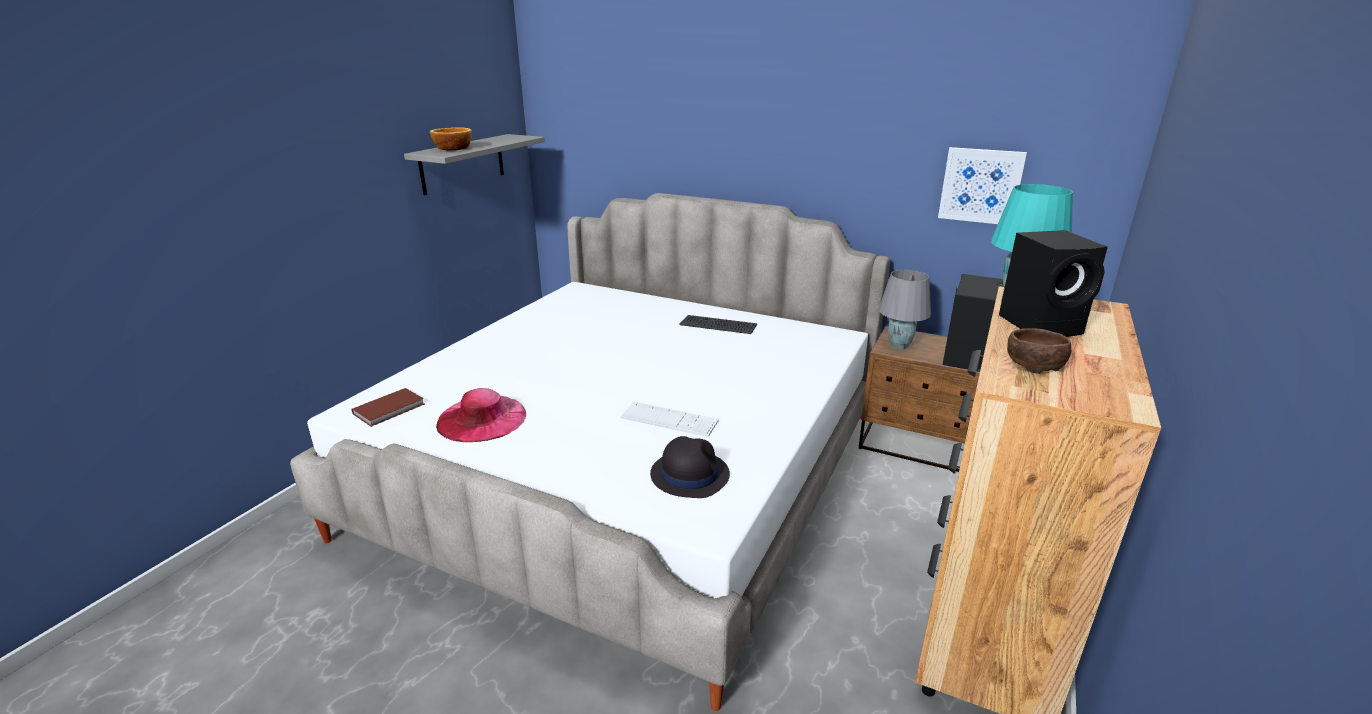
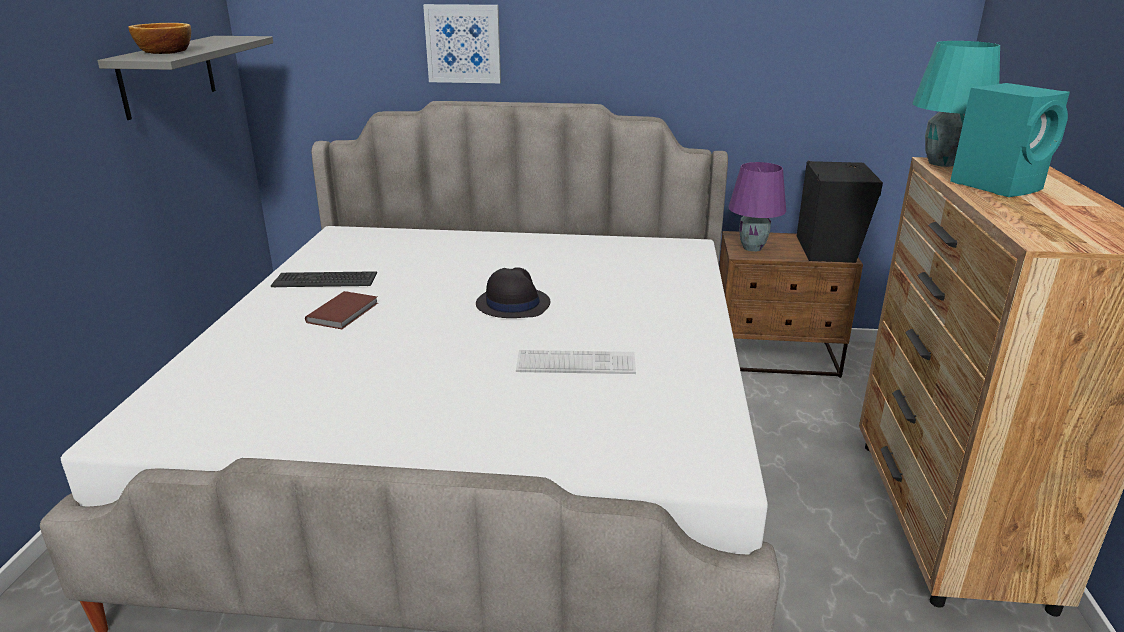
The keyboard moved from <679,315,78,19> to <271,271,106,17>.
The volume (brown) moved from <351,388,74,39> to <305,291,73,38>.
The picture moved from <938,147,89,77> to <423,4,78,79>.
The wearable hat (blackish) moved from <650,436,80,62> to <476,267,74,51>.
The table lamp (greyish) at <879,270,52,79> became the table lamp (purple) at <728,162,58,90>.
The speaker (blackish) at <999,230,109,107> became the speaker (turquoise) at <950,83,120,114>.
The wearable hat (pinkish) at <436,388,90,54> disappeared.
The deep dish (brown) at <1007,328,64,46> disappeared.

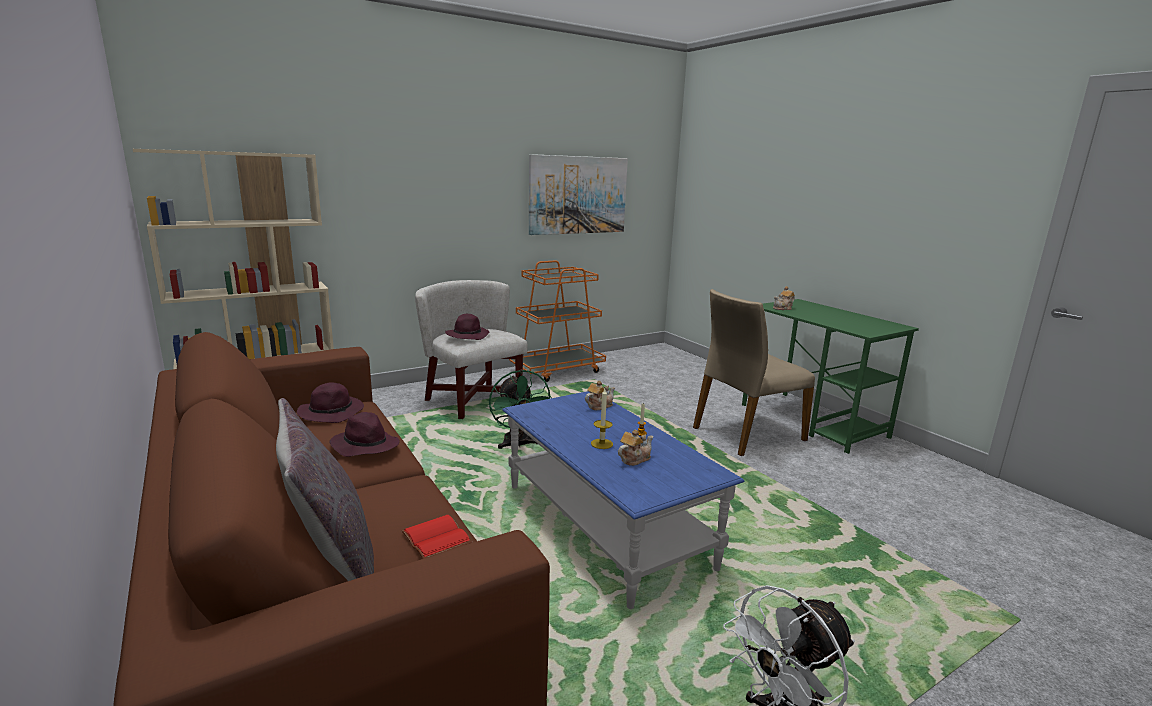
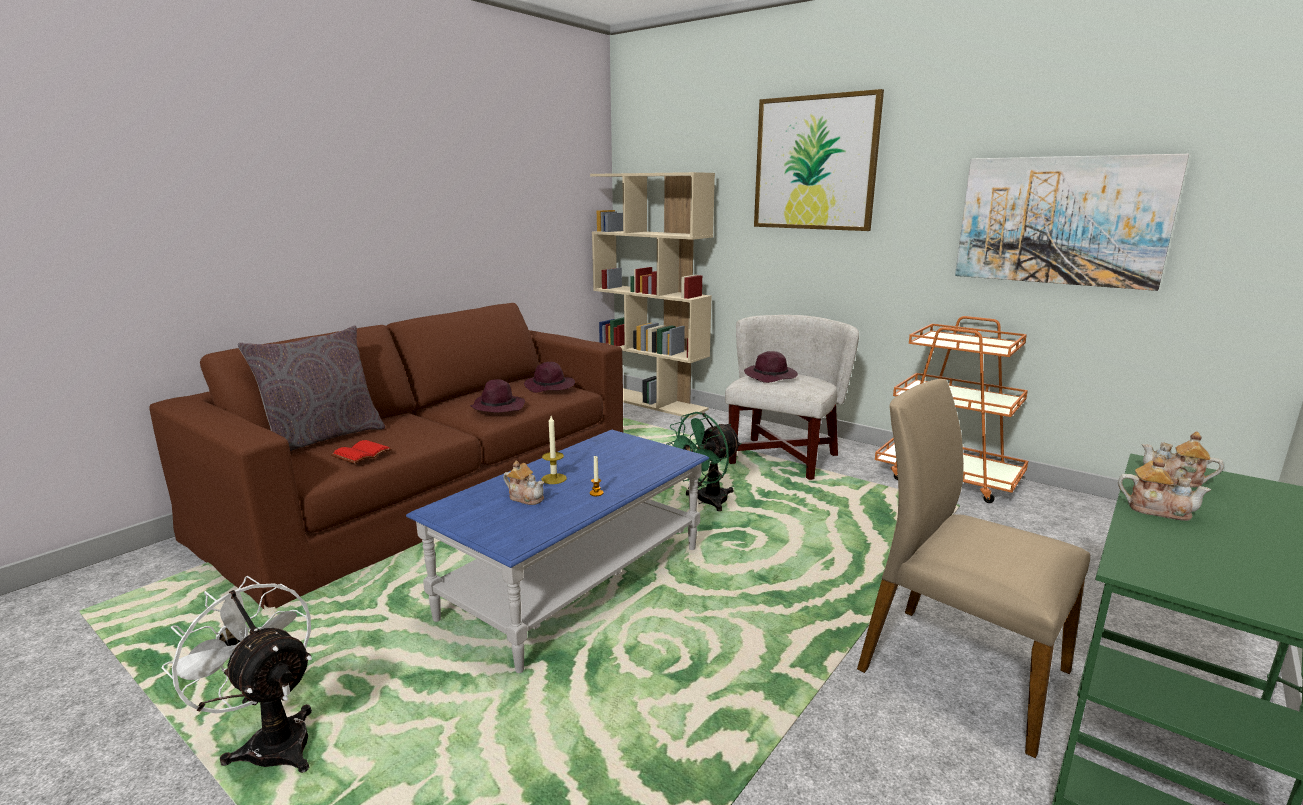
The picture at <754,89,130,142> appeared.
The teapot moved from <585,381,30,29> to <1118,457,94,64>.

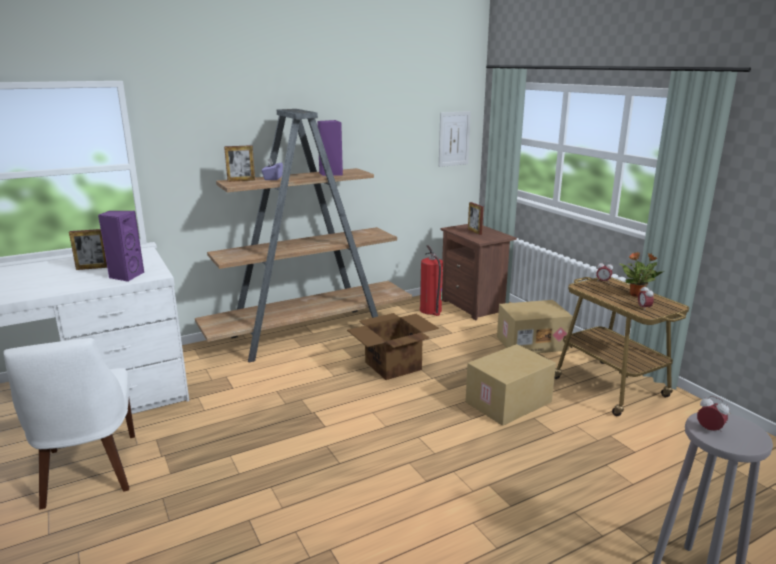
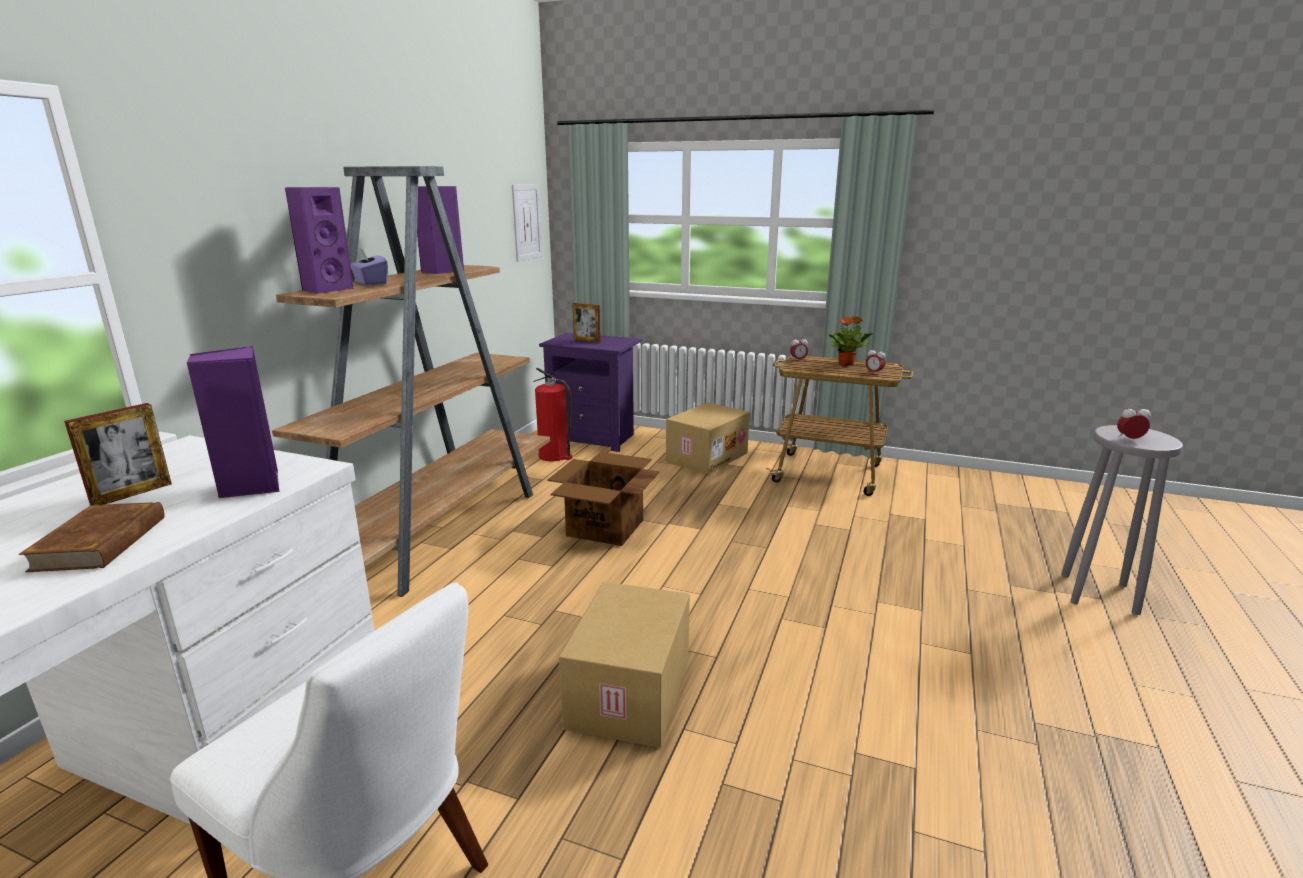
The volume (brown) at <19,502,146,70> appeared.
The photo frame at <224,145,31,37> was replaced by the speaker (purple) at <285,187,69,107>.
The night table (brown) at <440,224,77,96> became the night table (purple) at <539,333,103,119>.
The packing box moved from <465,344,91,82> to <559,582,131,166>.

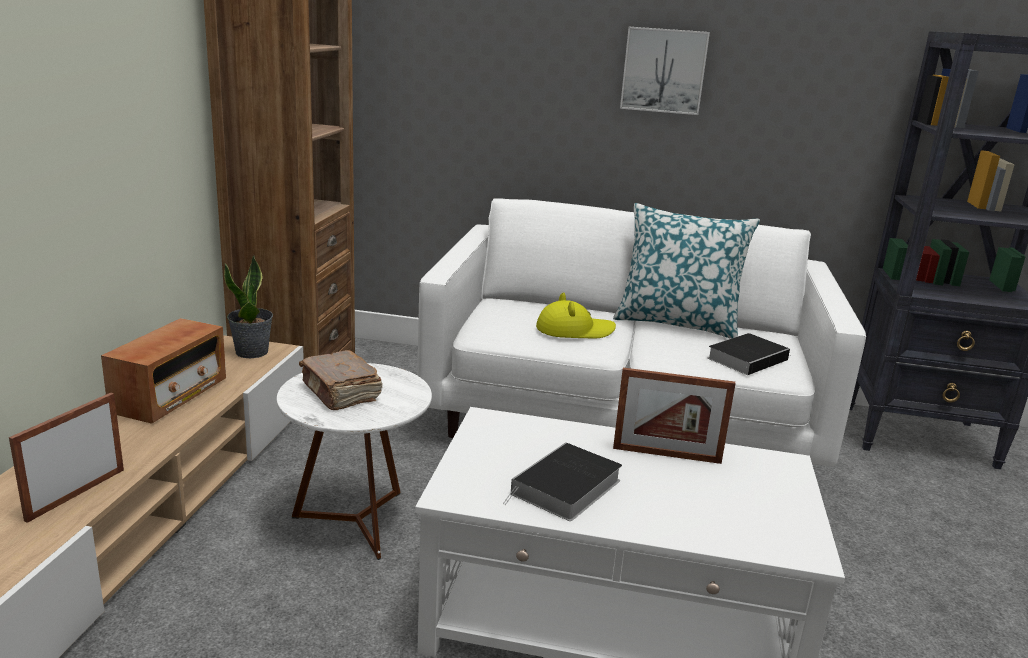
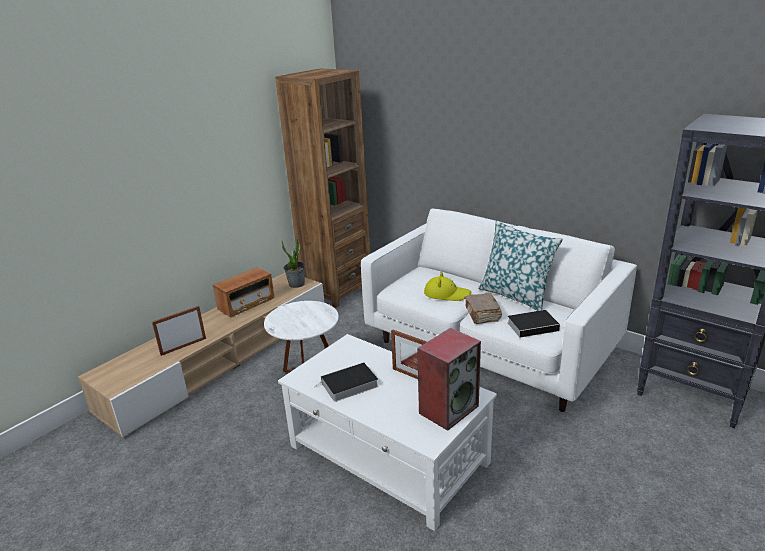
The speaker at <417,328,64,103> appeared.
The volume (brown) moved from <299,350,84,60> to <464,293,38,31>.
The picture at <620,27,90,88> disappeared.

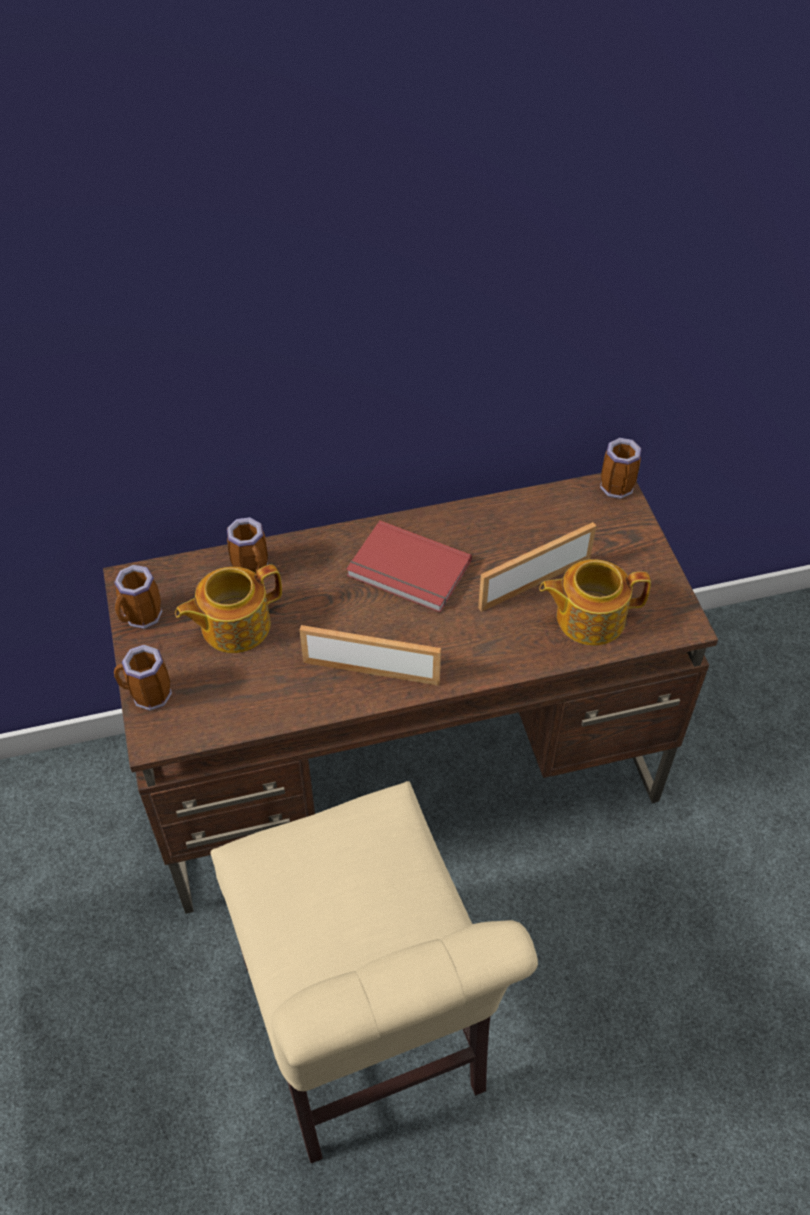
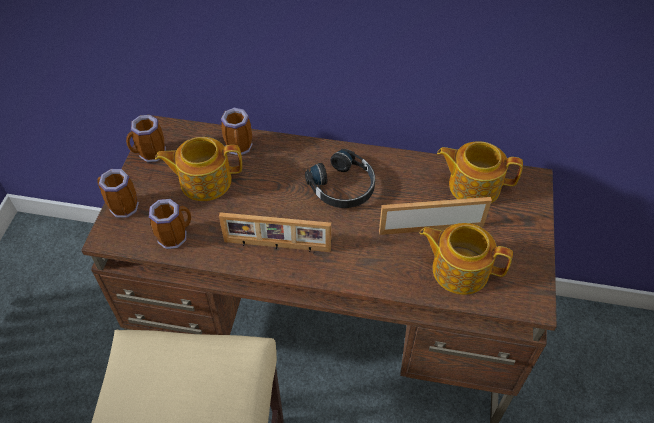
The tea mug moved from <600,438,42,61> to <149,199,42,50>.
The photo frame at <300,625,141,61> turned 150 degrees clockwise.
The volume (red) at <346,520,126,93> was replaced by the headphones (blackish) at <305,149,70,59>.
The teapot at <437,141,86,62> appeared.

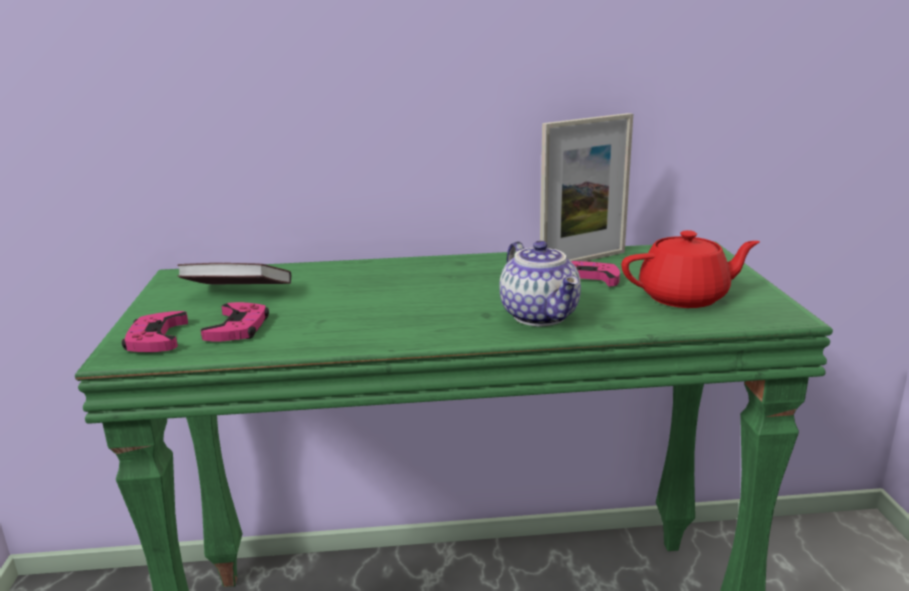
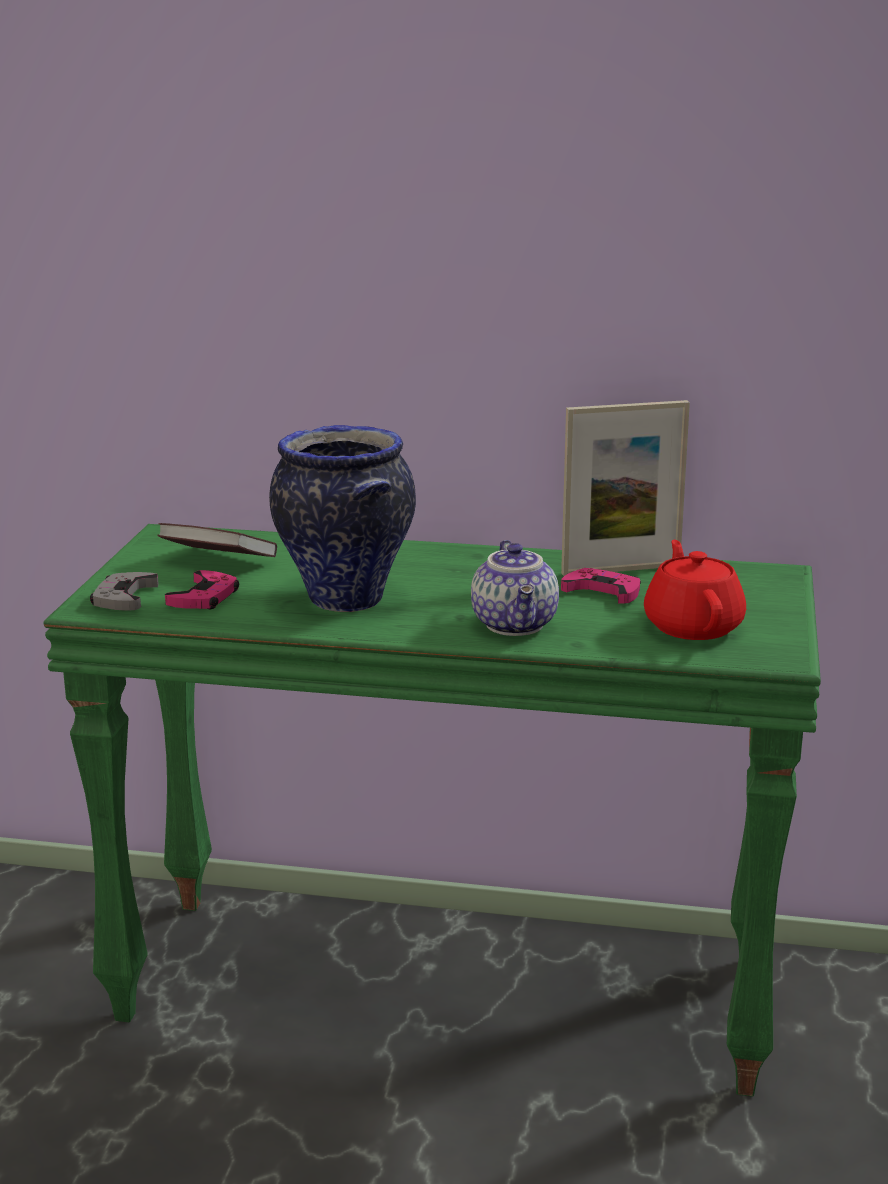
The joypad (pinkish) at <122,311,66,41> became the joypad (greyish) at <90,572,68,38>.
The decorative vase at <269,425,147,187> appeared.
The teapot (red) at <621,230,139,78> turned 105 degrees counterclockwise.

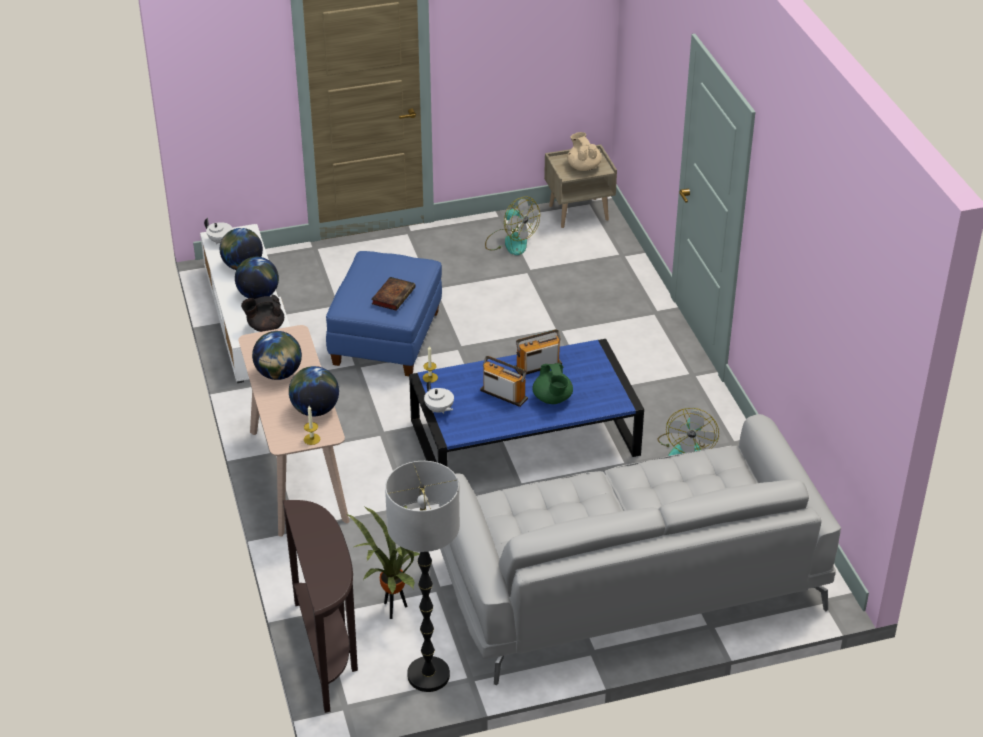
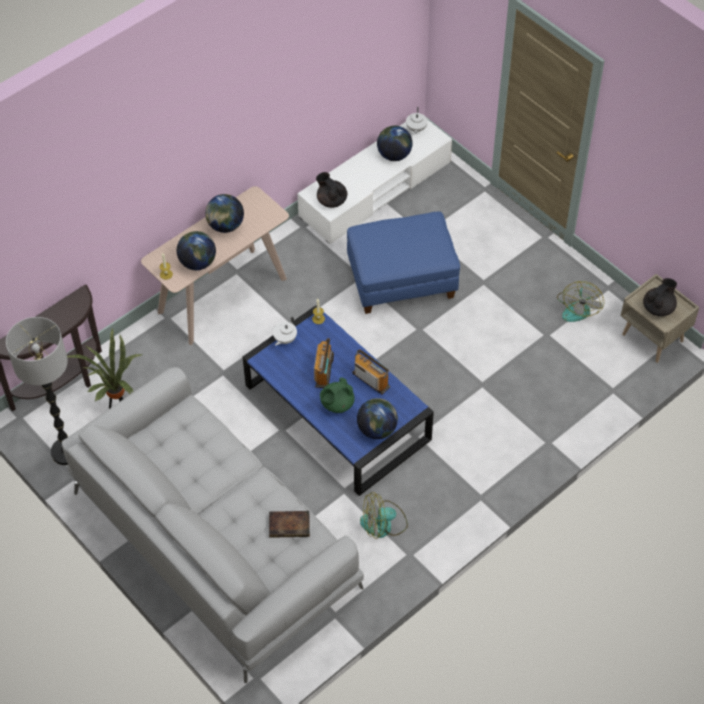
The volume moved from <371,277,44,34> to <269,511,41,27>.
The world globe moved from <235,257,44,42> to <357,398,41,41>.
The teapot (beige) at <567,132,35,39> became the teapot (blackish) at <643,278,34,38>.

